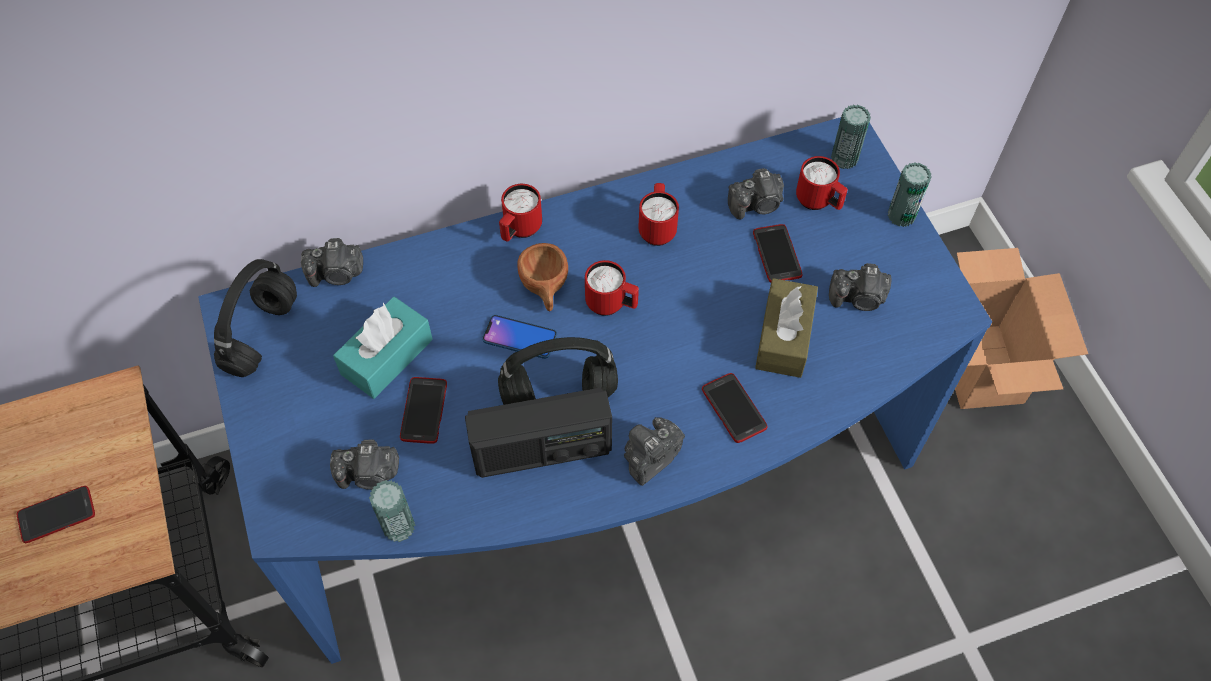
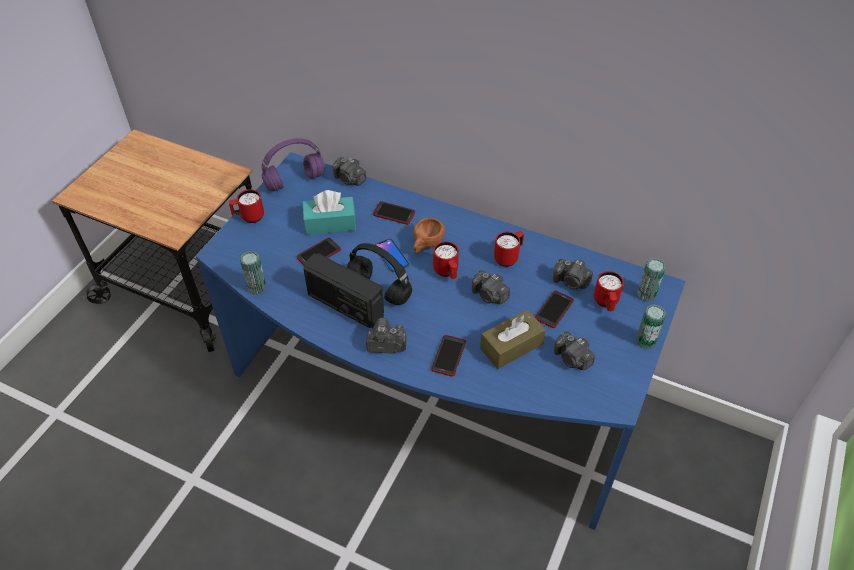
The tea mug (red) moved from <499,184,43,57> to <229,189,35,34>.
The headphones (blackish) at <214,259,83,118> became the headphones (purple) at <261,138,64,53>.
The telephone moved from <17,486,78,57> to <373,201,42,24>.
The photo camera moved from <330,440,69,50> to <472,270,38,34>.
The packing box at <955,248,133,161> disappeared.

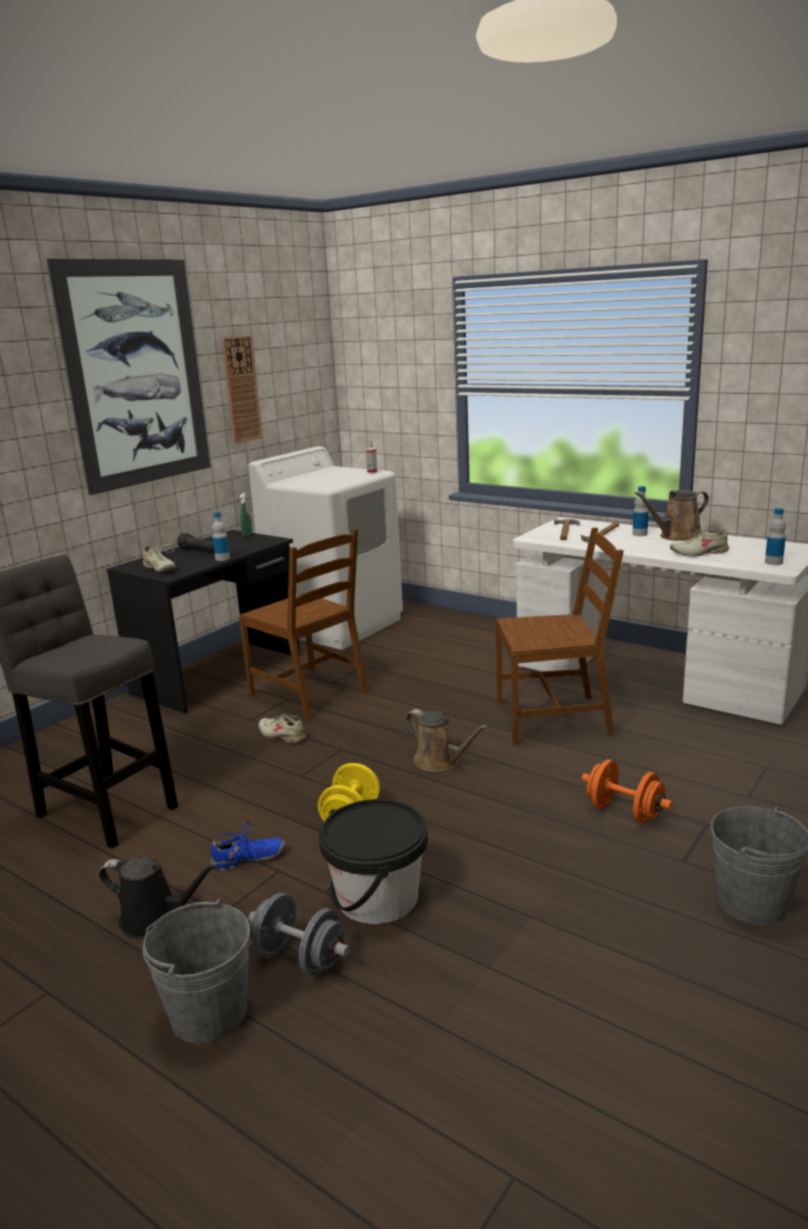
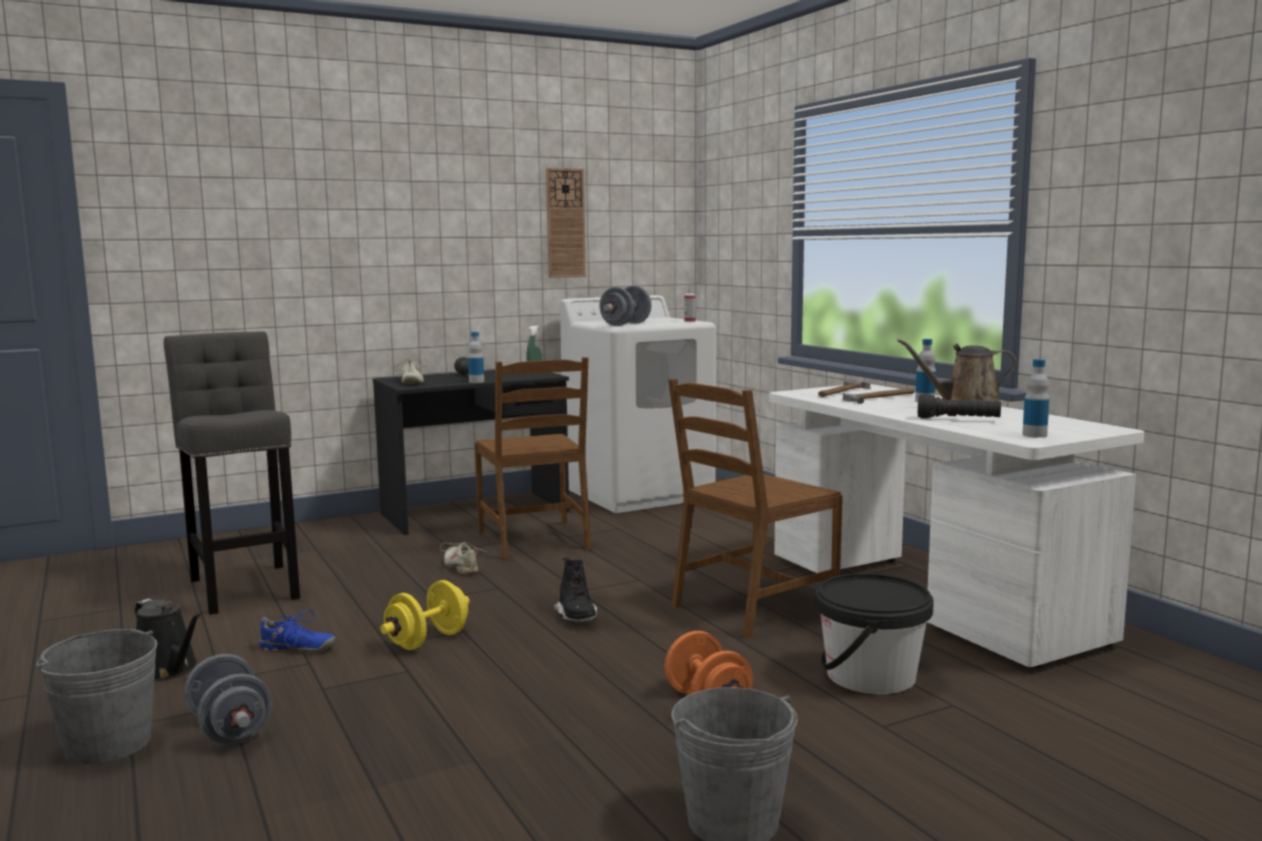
The watering pot (brown) at <406,709,82,63> was replaced by the boot (blackish) at <554,557,43,65>.
The dumbbell (greyish) at <599,286,52,40> appeared.
The plain chair (brown) at <496,527,128,218> turned 120 degrees clockwise.
The pail (blackish) moved from <319,799,109,125> to <815,573,119,121>.
The shoe (beige) at <670,529,59,27> was replaced by the torch (blackish) at <918,394,83,25>.
The picture at <47,259,164,236> disappeared.

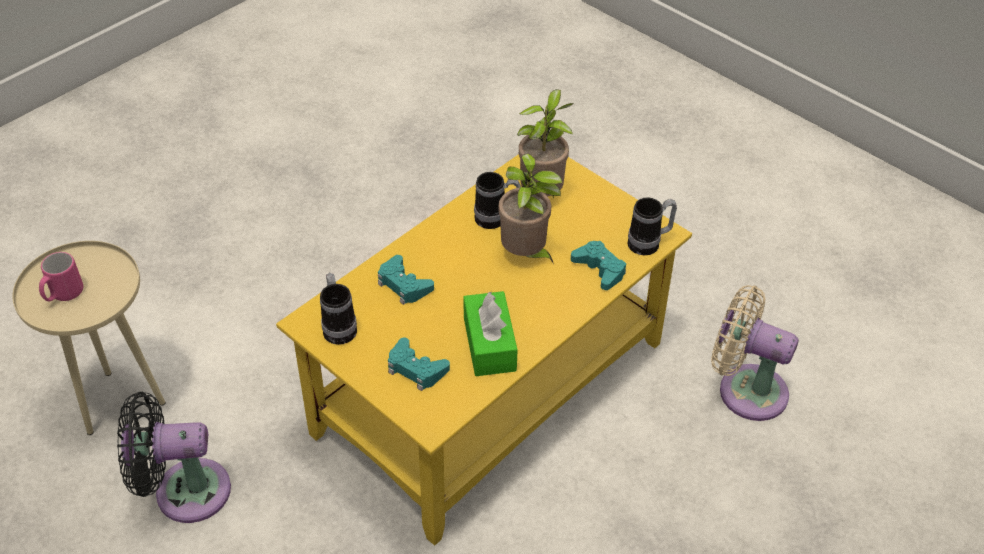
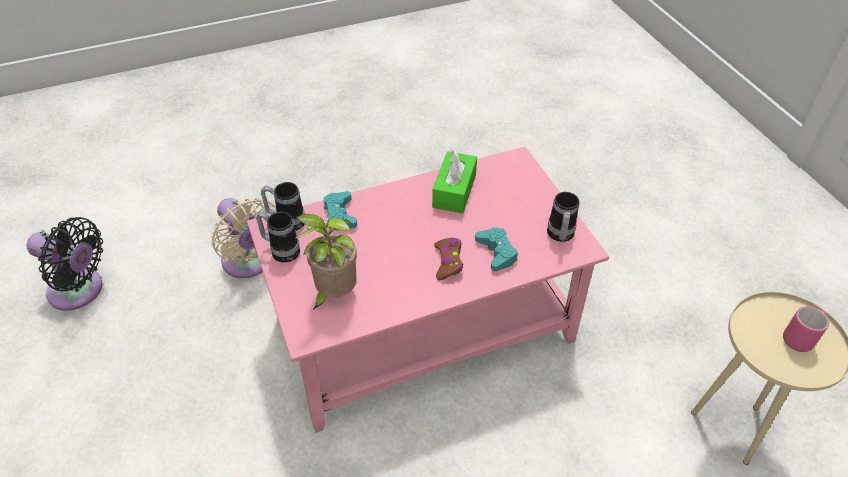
The electric fan (blackish) moved from <117,392,114,131> to <26,217,77,94>.
The coffee table (yellow) at <276,154,416,391> became the coffee table (pinkish) at <247,146,362,287>.
The tea mug moved from <474,172,47,57> to <256,211,44,52>.
The joypad (brown) at <434,238,29,42> appeared.
The joypad (turquoise) at <388,338,62,53> disappeared.
The potted plant at <498,154,64,110> disappeared.

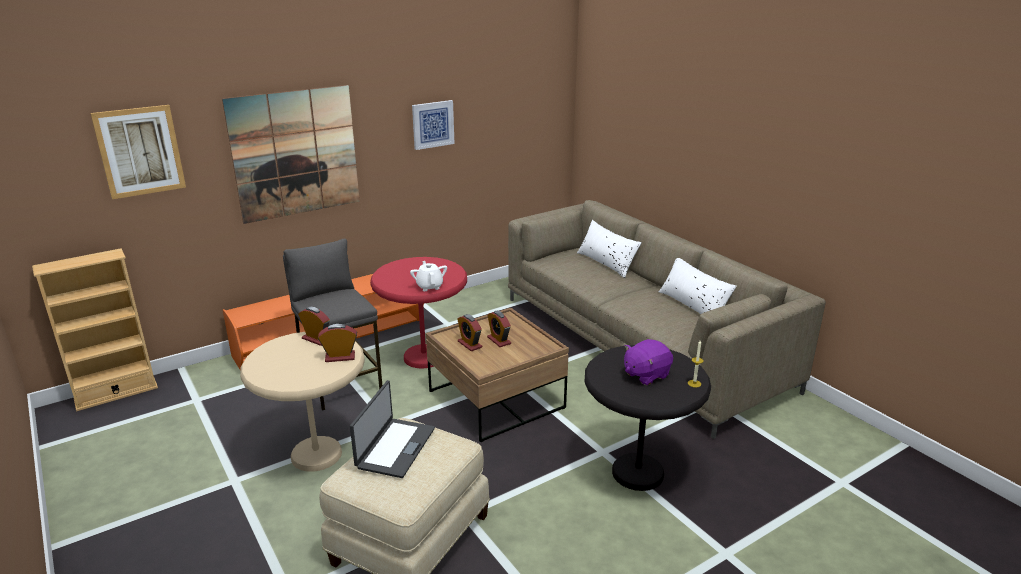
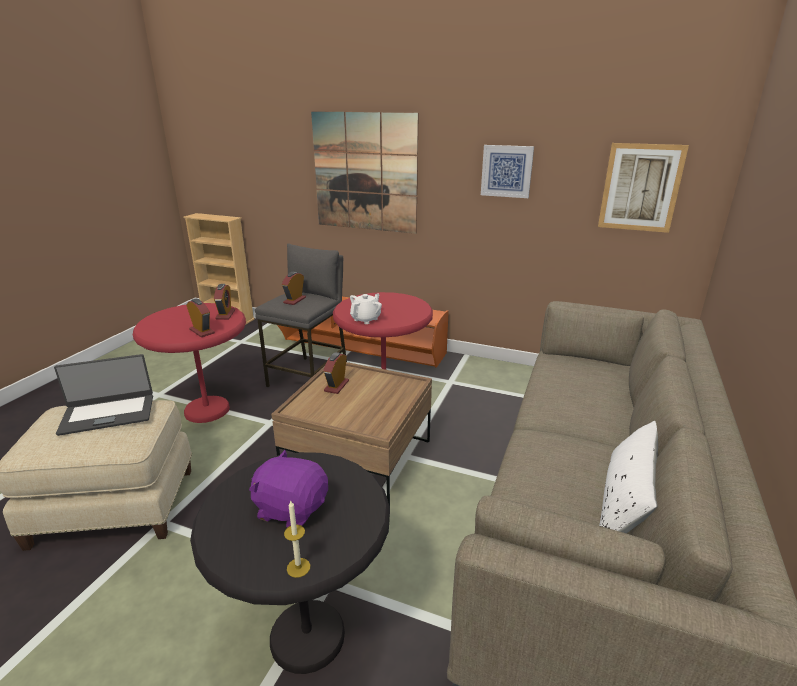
The side table (beige) at <240,332,125,140> became the side table (red) at <133,303,113,120>.
The table clock moved from <487,311,24,36> to <282,272,24,33>.
The picture moved from <91,105,95,94> to <598,143,91,90>.
The throw pillow (white-coloured) at <577,220,65,58> disappeared.

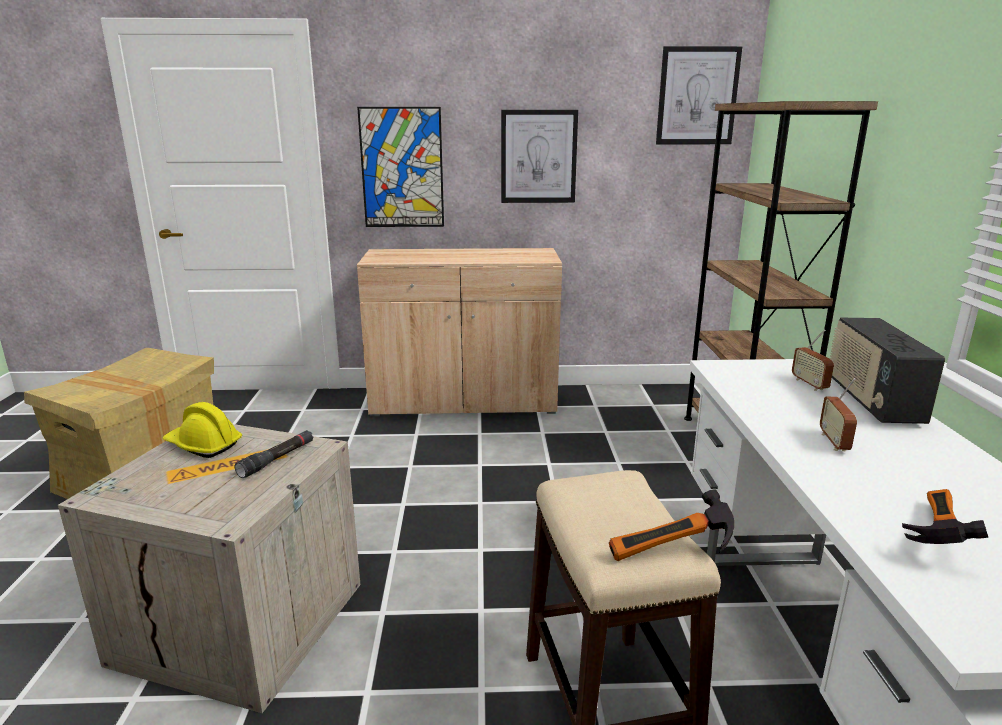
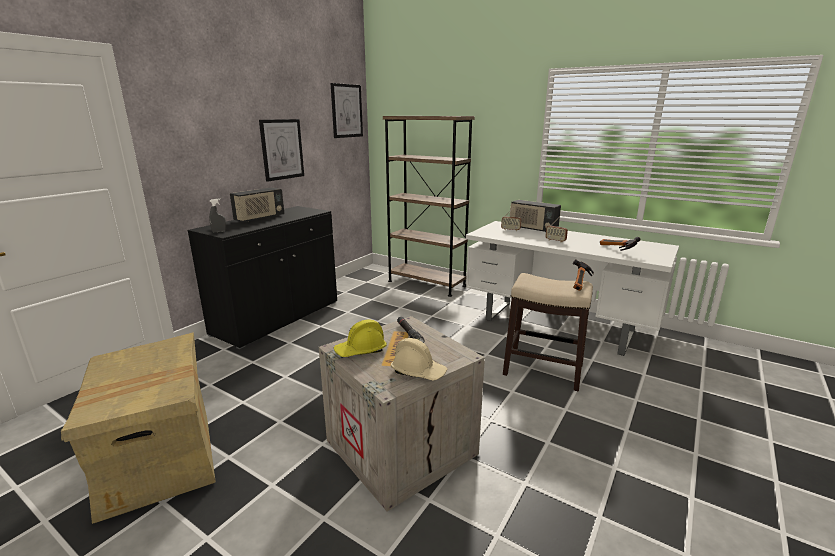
The storage cabinet (beige) at <357,248,205,168> became the storage cabinet (blackish) at <187,206,150,143>.
The hand sprayer (greyish) at <209,199,17,34> appeared.
The radio receiver at <230,187,54,35> appeared.
The safety helmet (beige) at <391,338,57,43> appeared.
The picture at <357,107,87,120> disappeared.

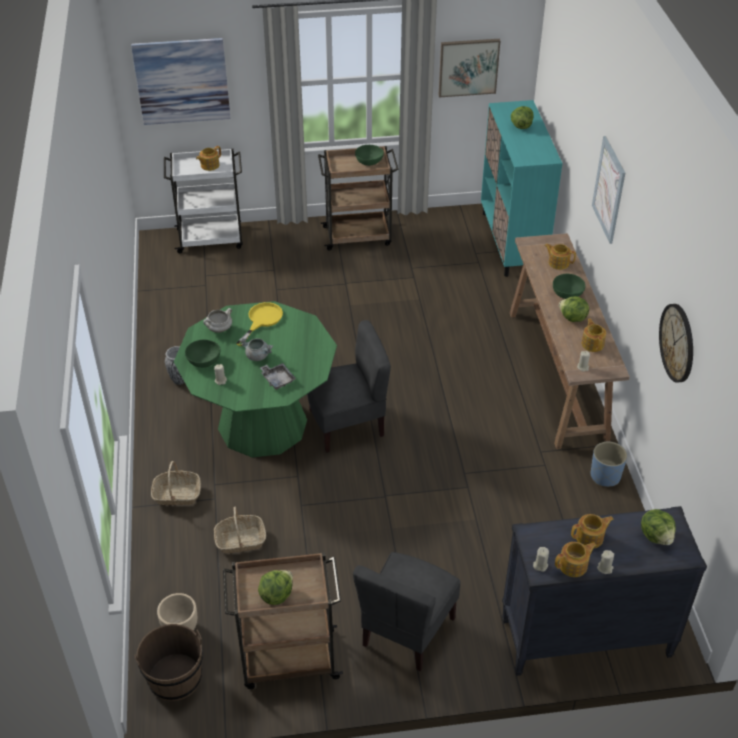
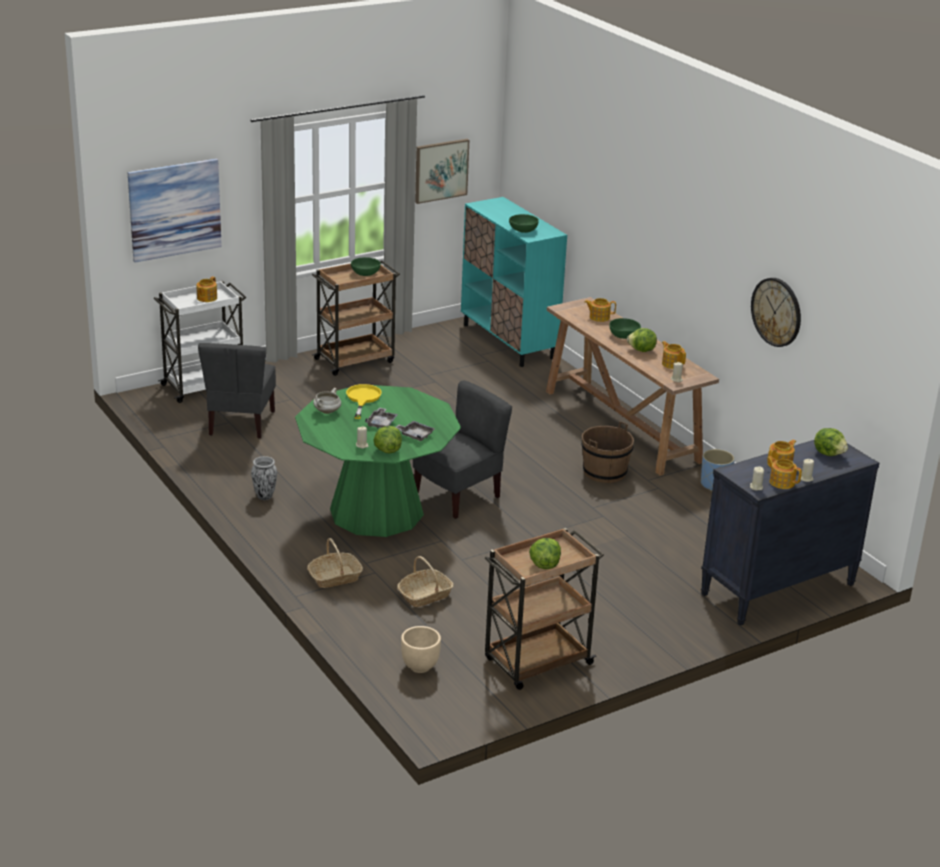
The plain chair (greyish) moved from <353,552,108,120> to <198,343,78,96>.
The saucepot (greyish) at <239,338,34,23> was replaced by the carrying tray (greyish) at <365,407,33,21>.
The lettuce head moved from <511,106,22,23> to <373,426,29,27>.
The deep dish (greenish) moved from <185,339,36,29> to <509,214,30,19>.
The pail (brown) moved from <134,624,69,77> to <581,421,53,62>.
The teapot at <555,542,42,35> turned 90 degrees counterclockwise.
The picture at <592,136,33,108> disappeared.

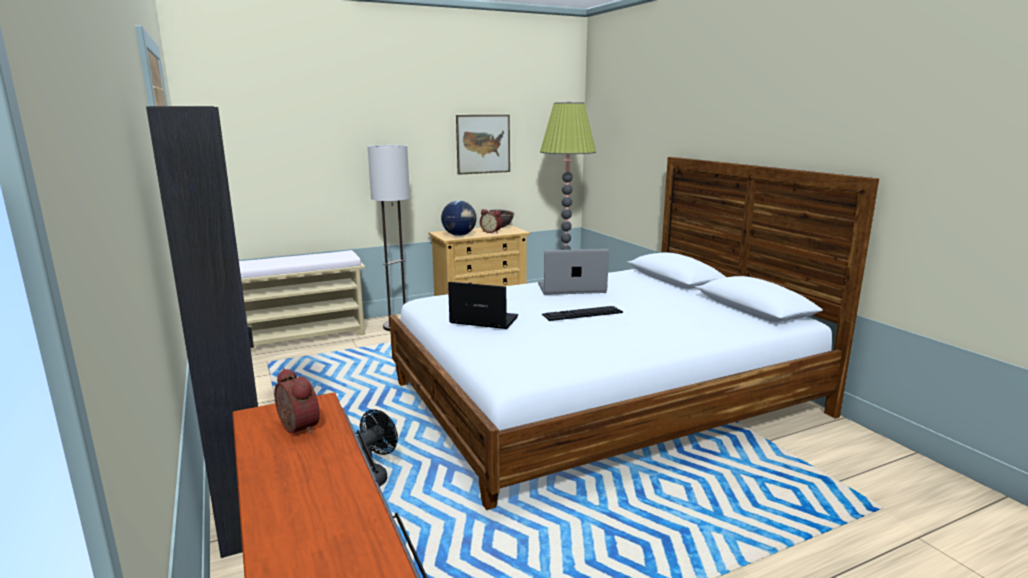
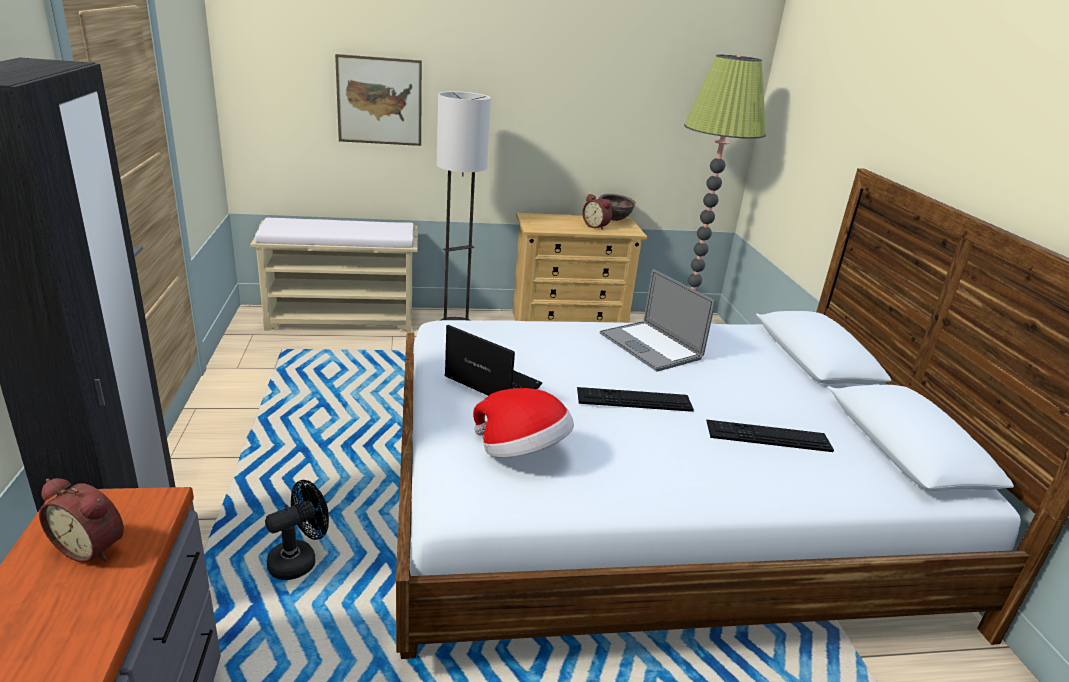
The table clock at <274,368,46,67> turned 135 degrees clockwise.
The picture moved from <456,115,54,60> to <335,54,87,92>.
The wearable hat at <473,388,101,70> appeared.
The laptop at <538,249,71,46> turned 135 degrees counterclockwise.
The keyboard at <706,420,128,32> appeared.
The world globe at <441,200,35,36> disappeared.

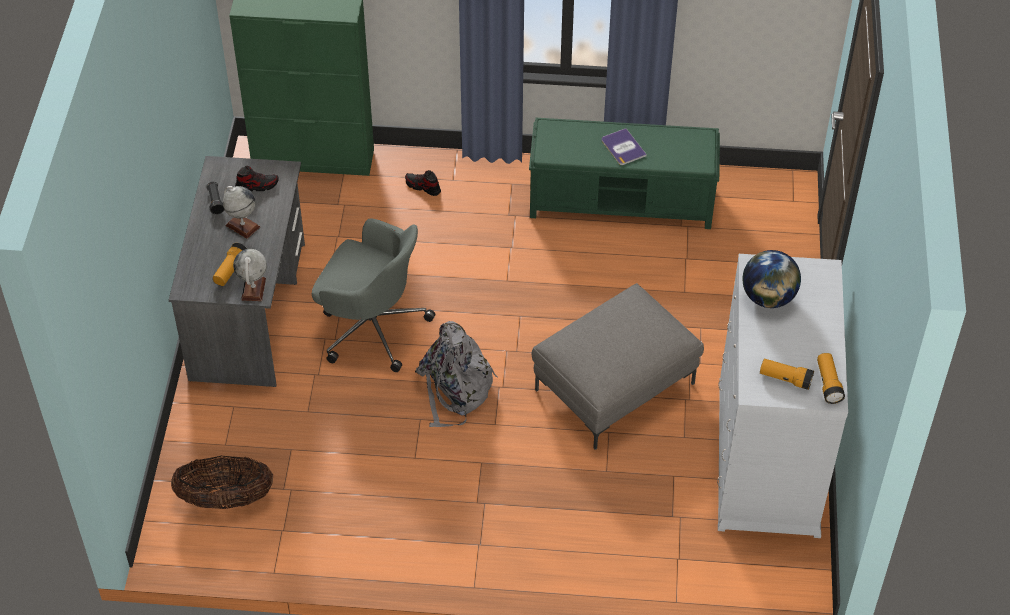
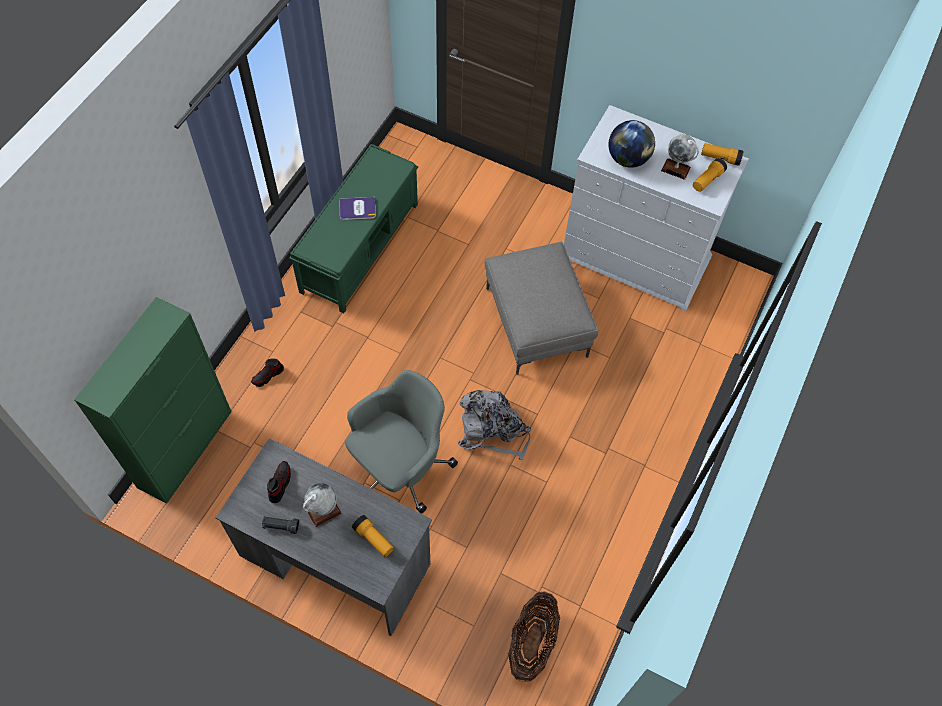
The world globe moved from <233,249,34,52> to <661,134,38,46>.

